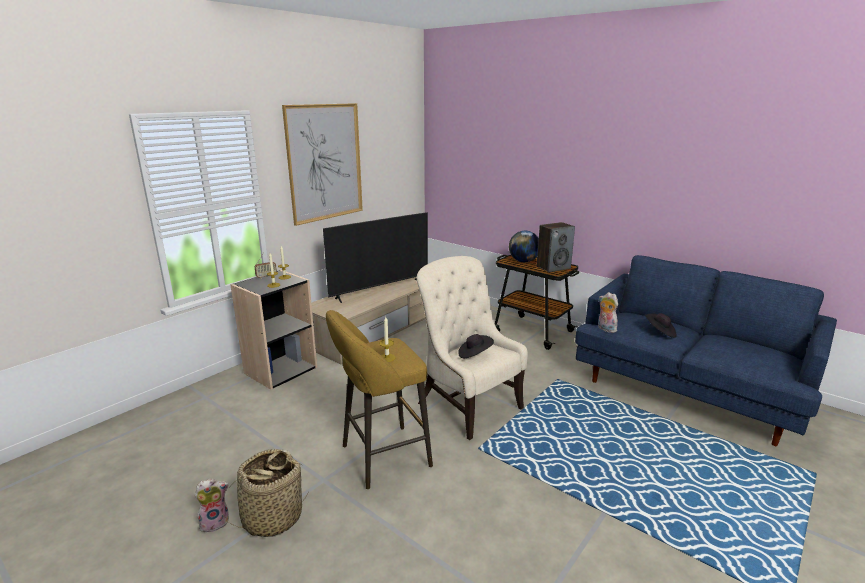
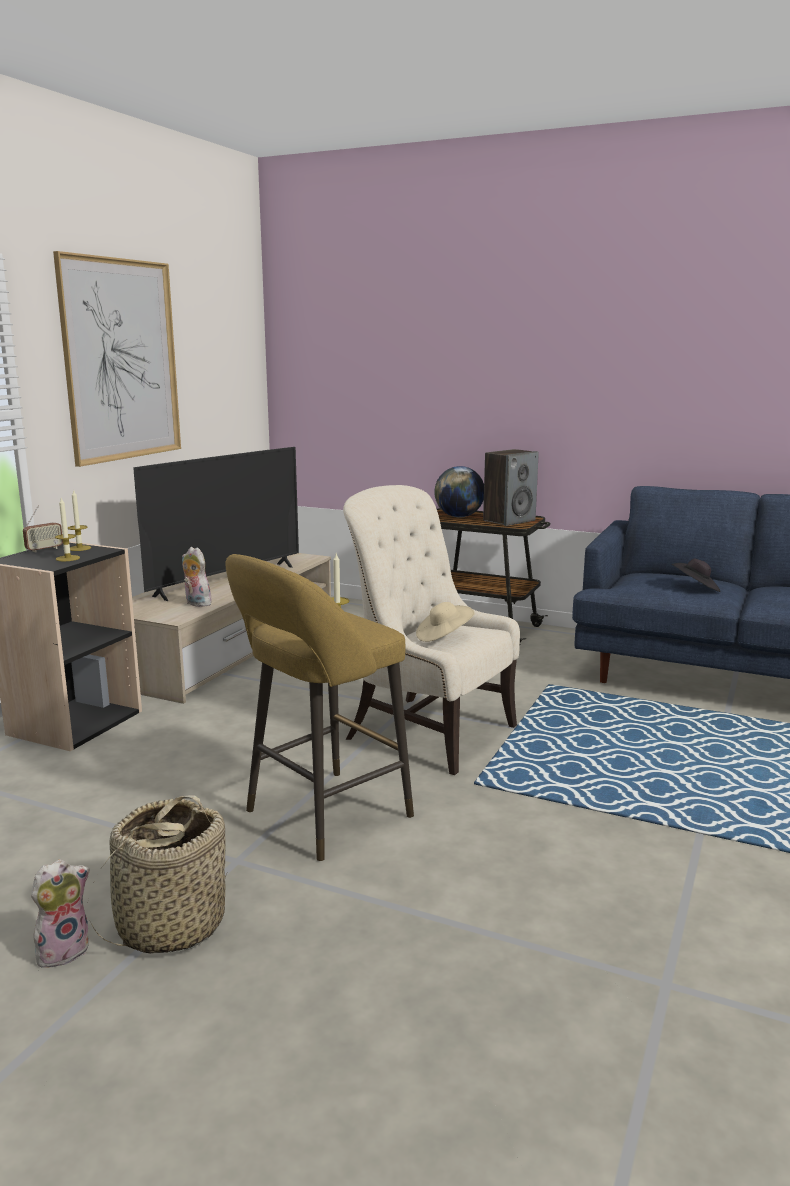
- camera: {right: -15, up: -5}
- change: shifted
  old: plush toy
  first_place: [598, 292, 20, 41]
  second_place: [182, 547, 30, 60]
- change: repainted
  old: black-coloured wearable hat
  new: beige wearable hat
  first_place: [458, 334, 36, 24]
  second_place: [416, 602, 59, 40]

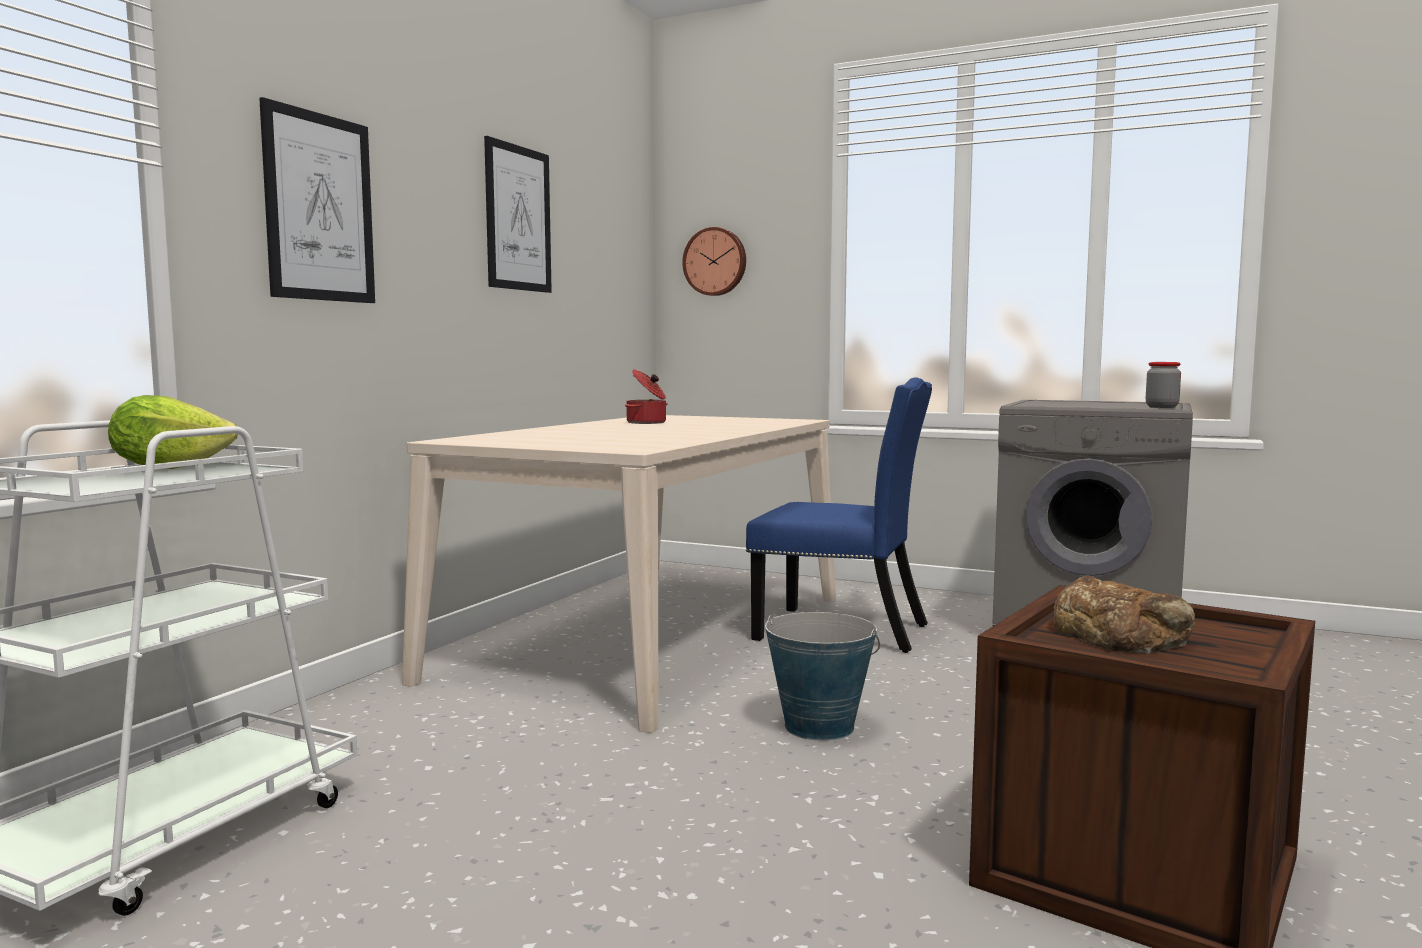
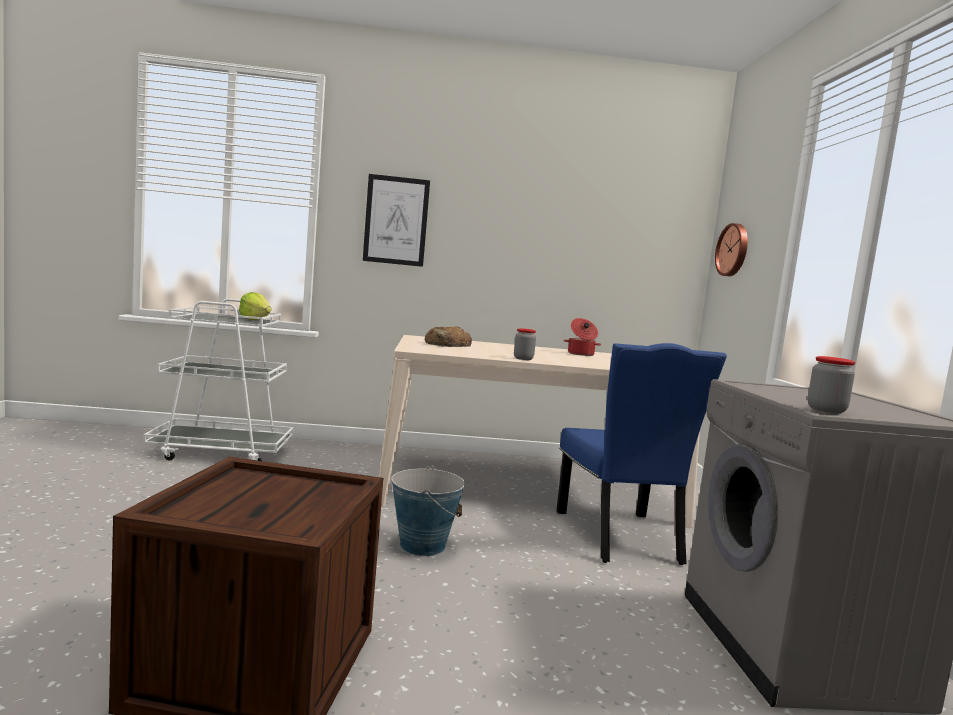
- camera: {right: 60, up: 0}
- change: shifted
  old: baked bread
  first_place: [1054, 575, 141, 78]
  second_place: [425, 327, 47, 20]
- change: new
  new: preserve jar
  second_place: [514, 328, 22, 32]
- change: gone
  old: wall art
  first_place: [484, 136, 68, 157]

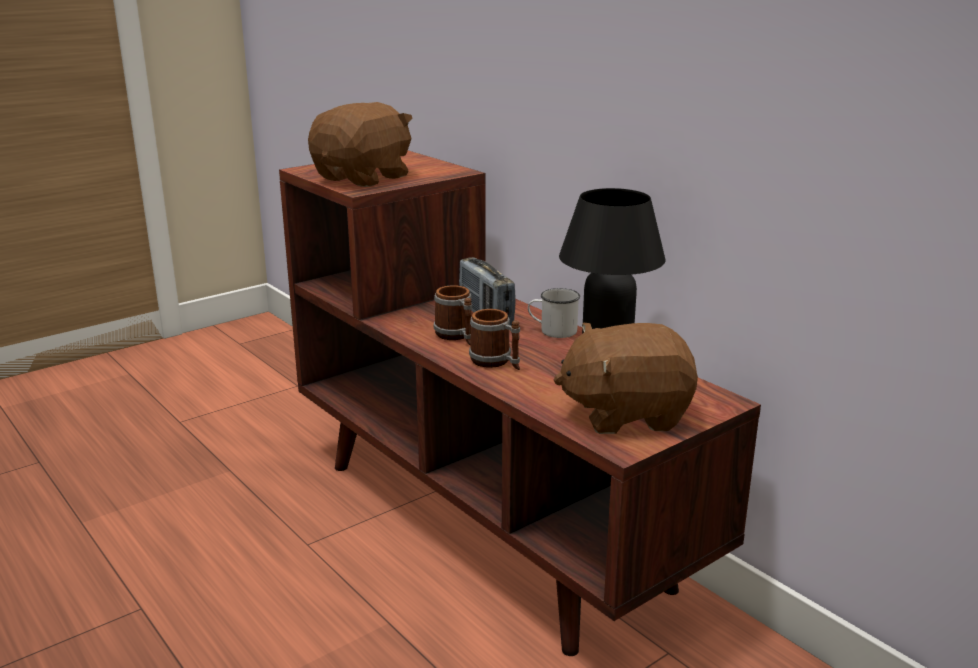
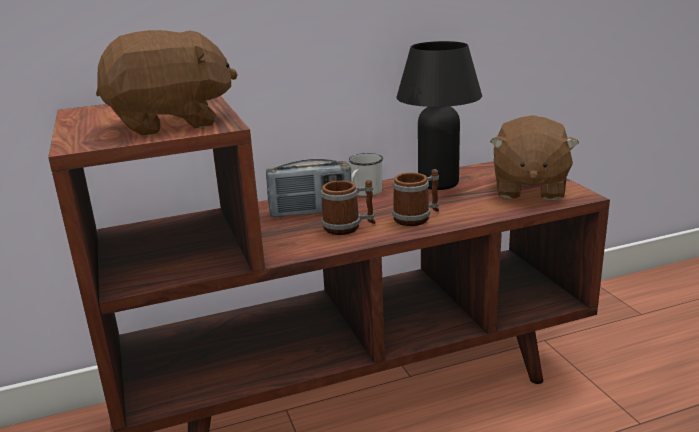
- camera: {right: -70, up: 0}
- change: rotated
  old: brownish plush toy
  first_place: [308, 102, 105, 85]
  second_place: [96, 30, 142, 106]
  degrees: 105

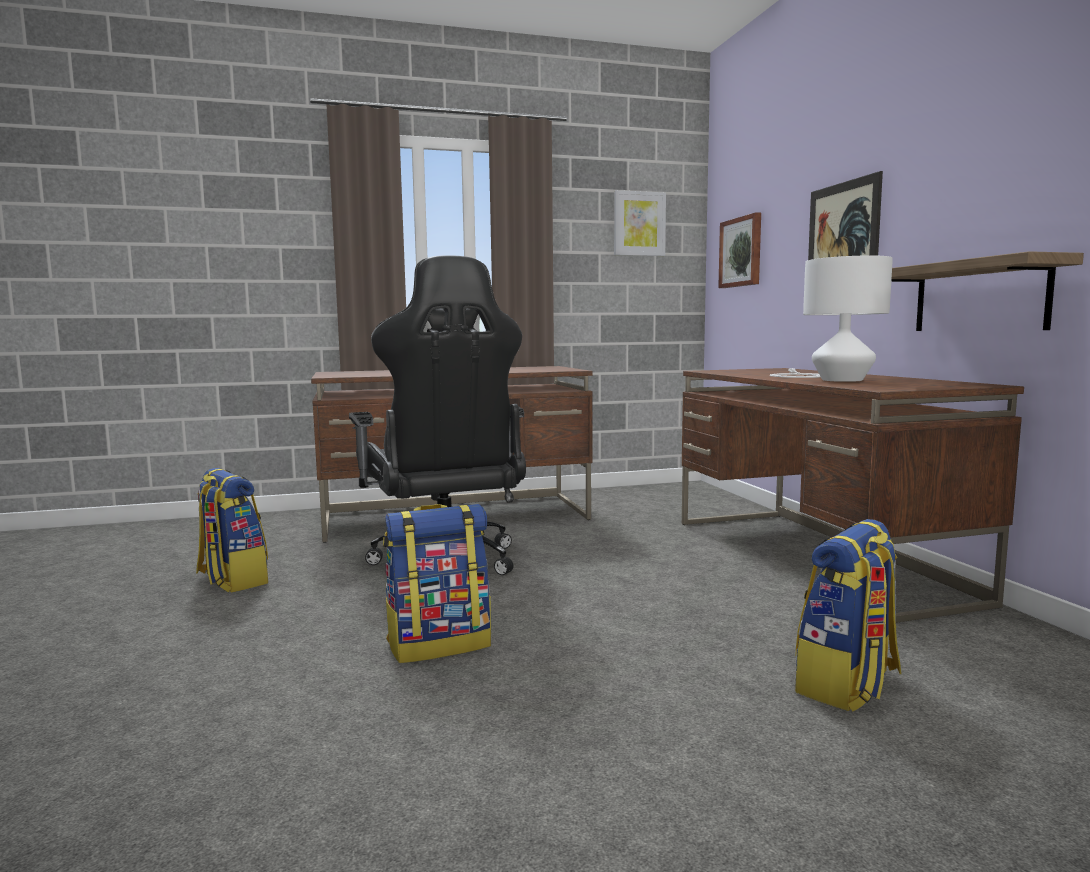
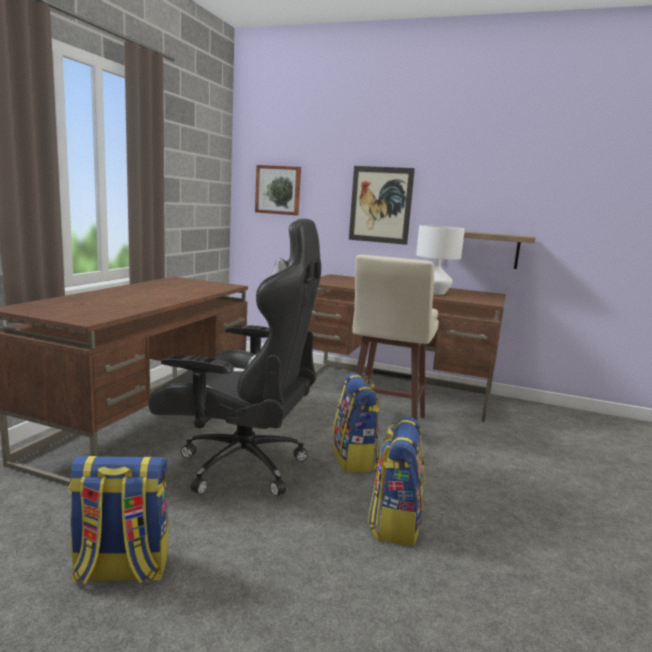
- camera: {right: -55, up: 5}
- change: shifted
  old: rucksack
  first_place: [795, 519, 107, 193]
  second_place: [332, 373, 48, 99]
- change: new
  new: beige stool seat
  second_place: [352, 255, 87, 166]
- change: gone
  old: wall art
  first_place: [614, 190, 52, 66]

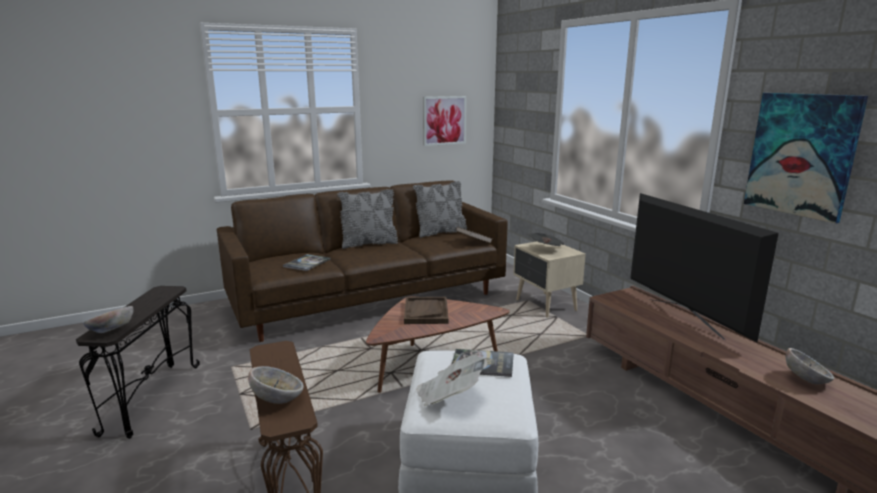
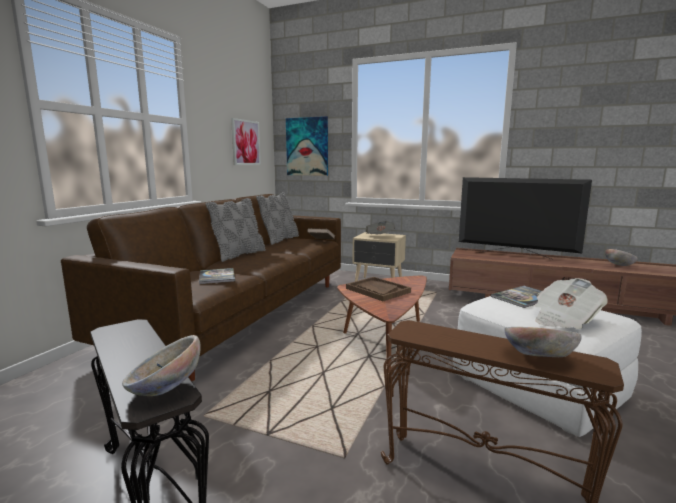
- camera: {right: -40, up: -5}
- change: shifted
  old: wall art
  first_place: [744, 93, 124, 131]
  second_place: [286, 116, 42, 60]

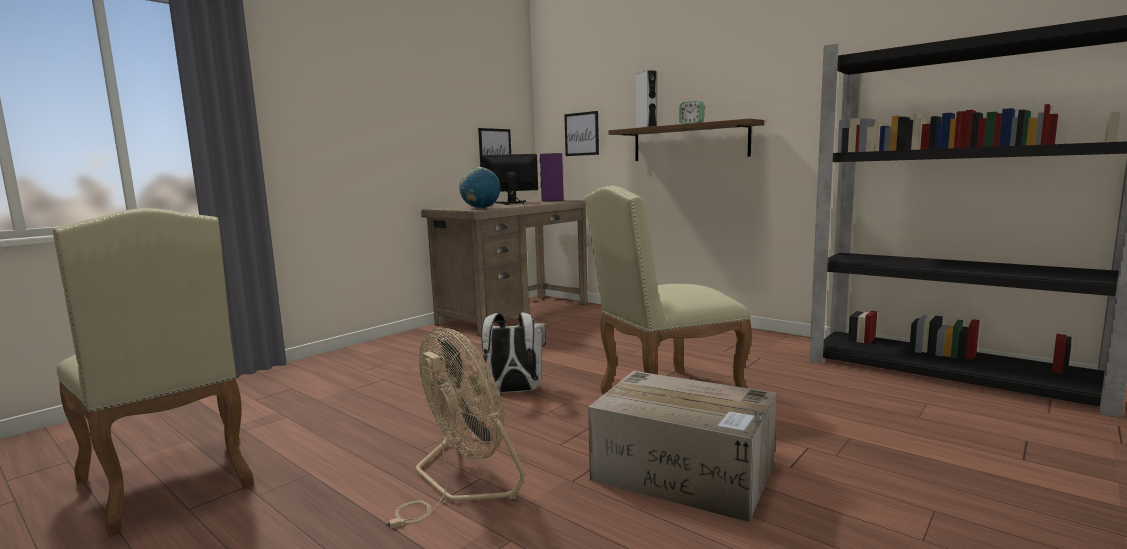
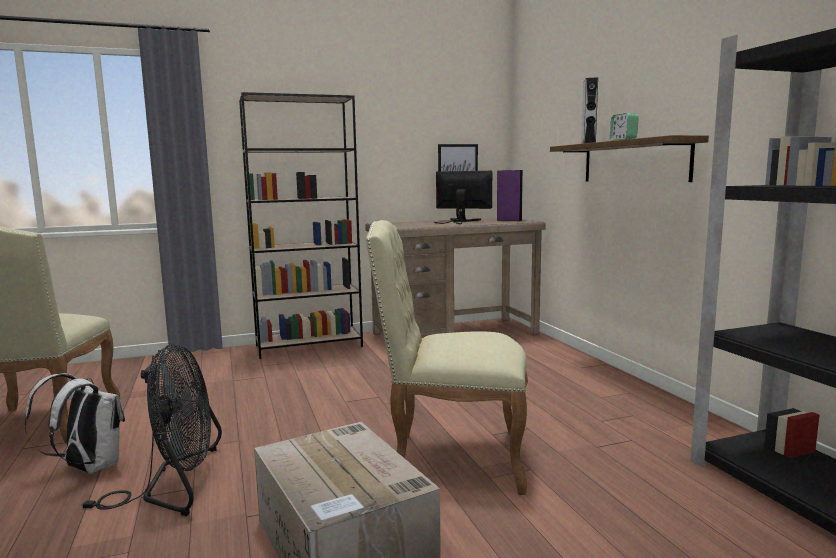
- camera: {right: 30, up: 0}
- change: shifted
  old: white-coloured rucksack
  first_place: [481, 312, 65, 81]
  second_place: [25, 373, 100, 101]
- change: repainted
  old: beige fan
  new: black-coloured fan
  first_place: [386, 328, 139, 201]
  second_place: [81, 344, 141, 172]
- change: new
  new: beige bookcase
  second_place: [239, 92, 124, 267]
- change: gone
  old: world globe
  first_place: [459, 167, 41, 42]
- change: gone
  old: wall art
  first_place: [564, 111, 35, 45]

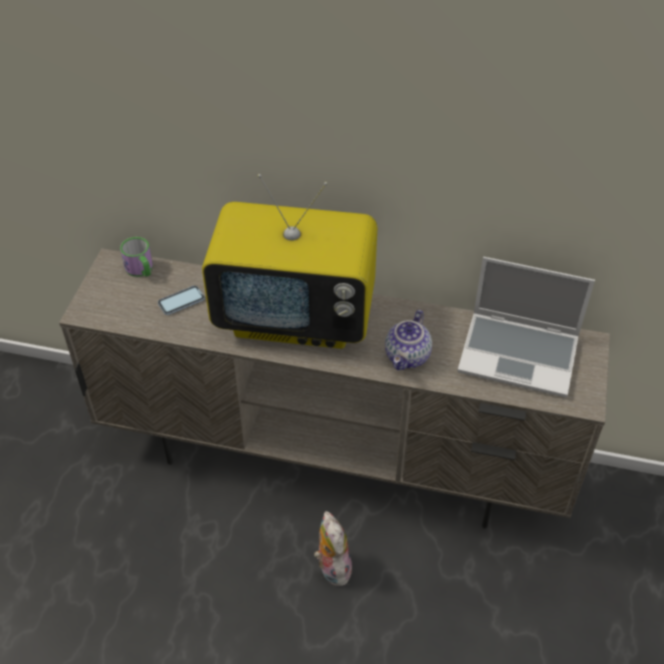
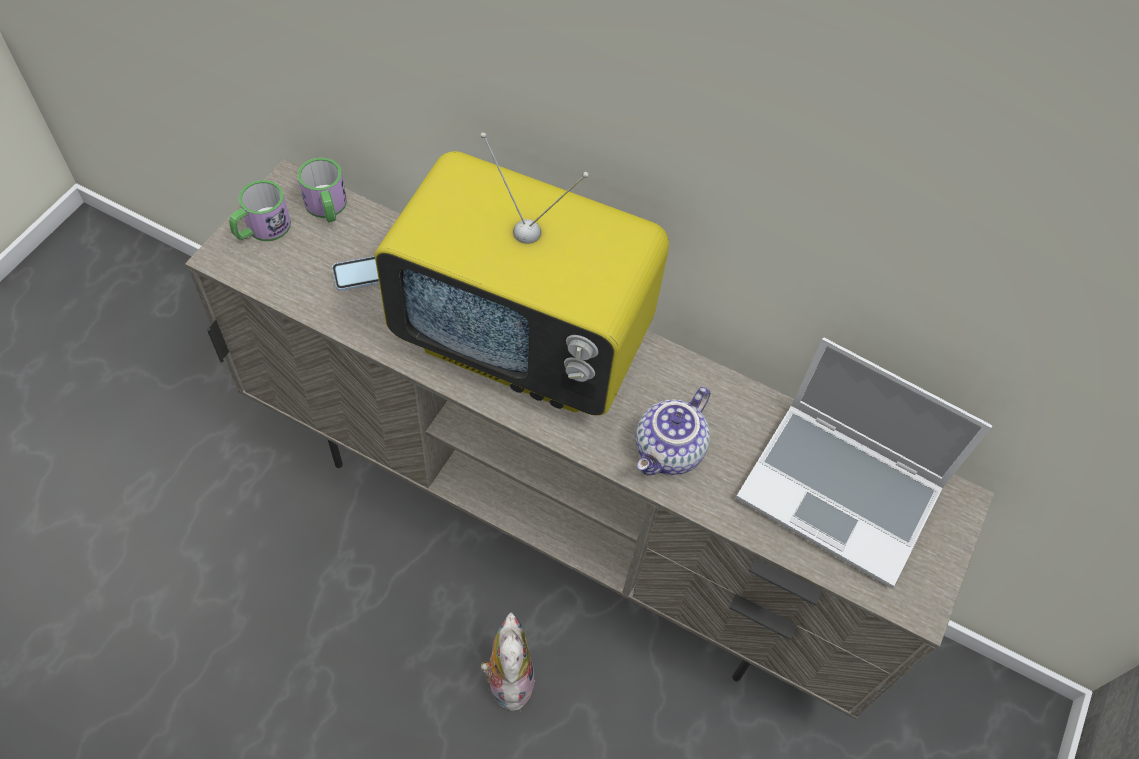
- camera: {right: 10, up: 10}
- change: new
  new: coffee mug
  second_place: [229, 180, 62, 61]

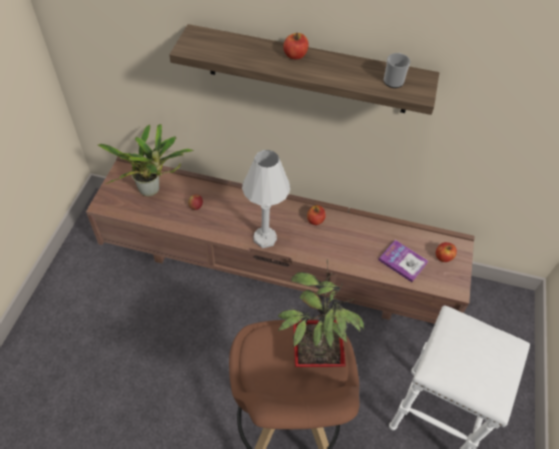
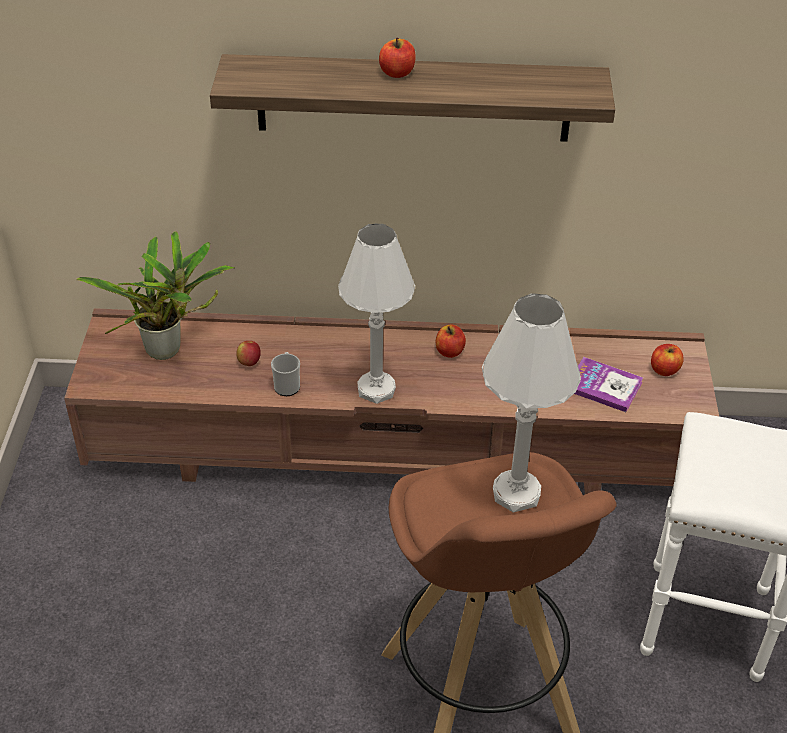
- camera: {right: -10, up: -10}
- change: shifted
  old: coffee mug
  first_place: [384, 53, 26, 35]
  second_place: [271, 352, 29, 44]
- change: swapped
  old: plant in a pot
  new: white-coloured lamp for a table
  first_place: [278, 259, 86, 108]
  second_place: [482, 293, 99, 220]

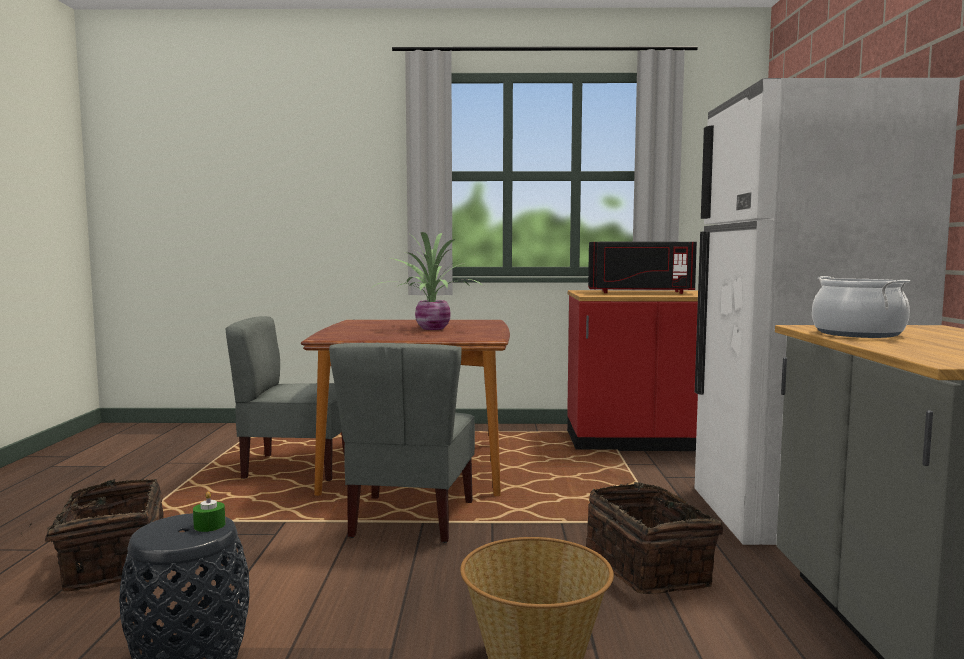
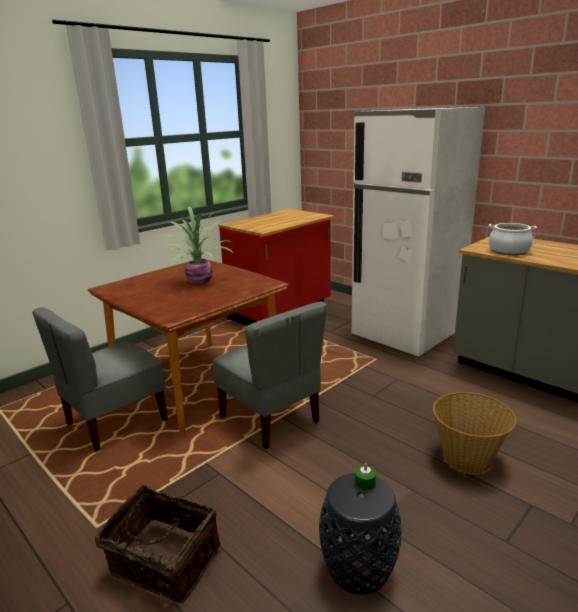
- camera: {right: -45, up: 15}
- change: gone
  old: storage basket
  first_place: [586, 482, 137, 112]
- change: gone
  old: black-coloured kitchen microwave
  first_place: [588, 242, 109, 52]

